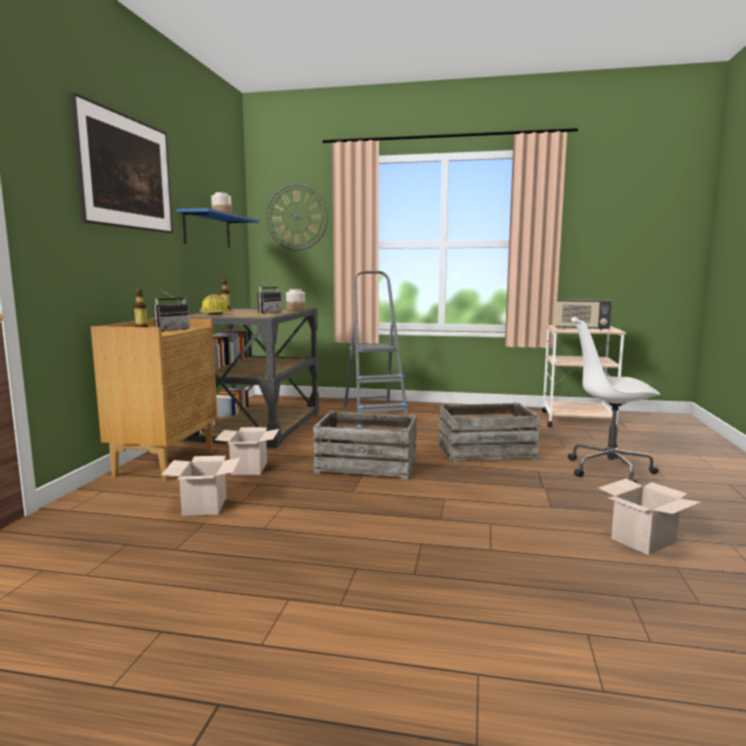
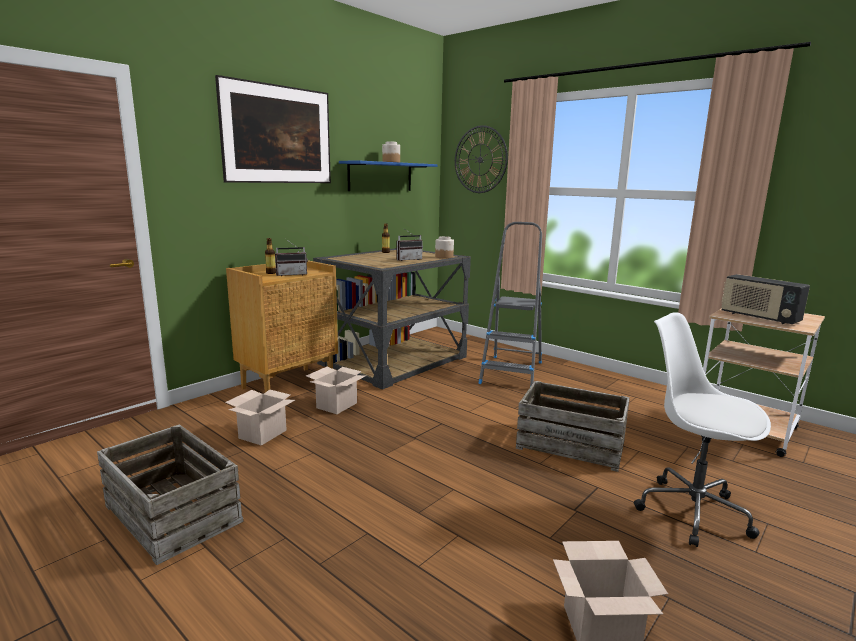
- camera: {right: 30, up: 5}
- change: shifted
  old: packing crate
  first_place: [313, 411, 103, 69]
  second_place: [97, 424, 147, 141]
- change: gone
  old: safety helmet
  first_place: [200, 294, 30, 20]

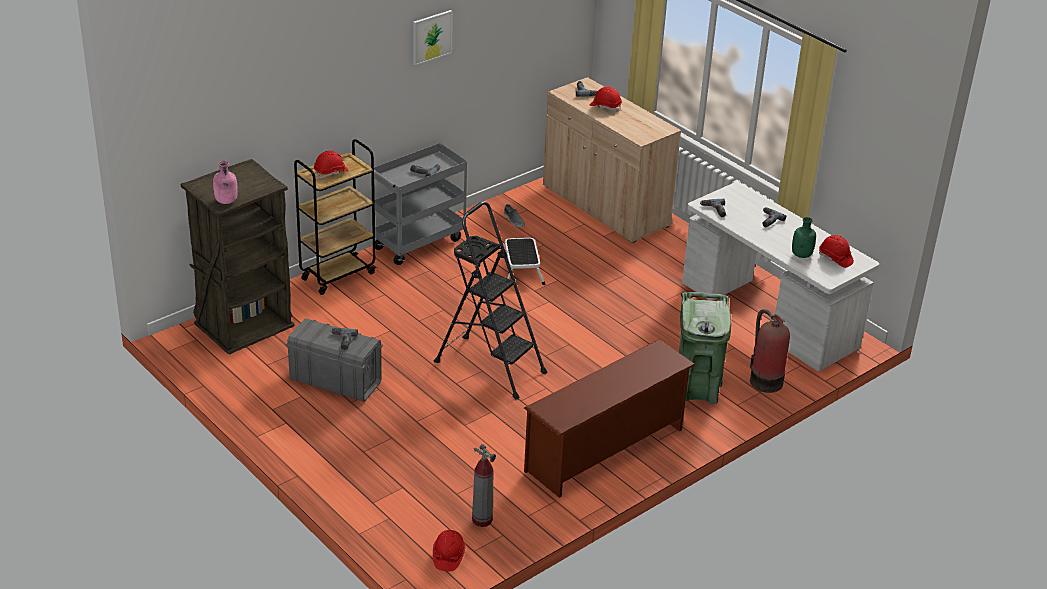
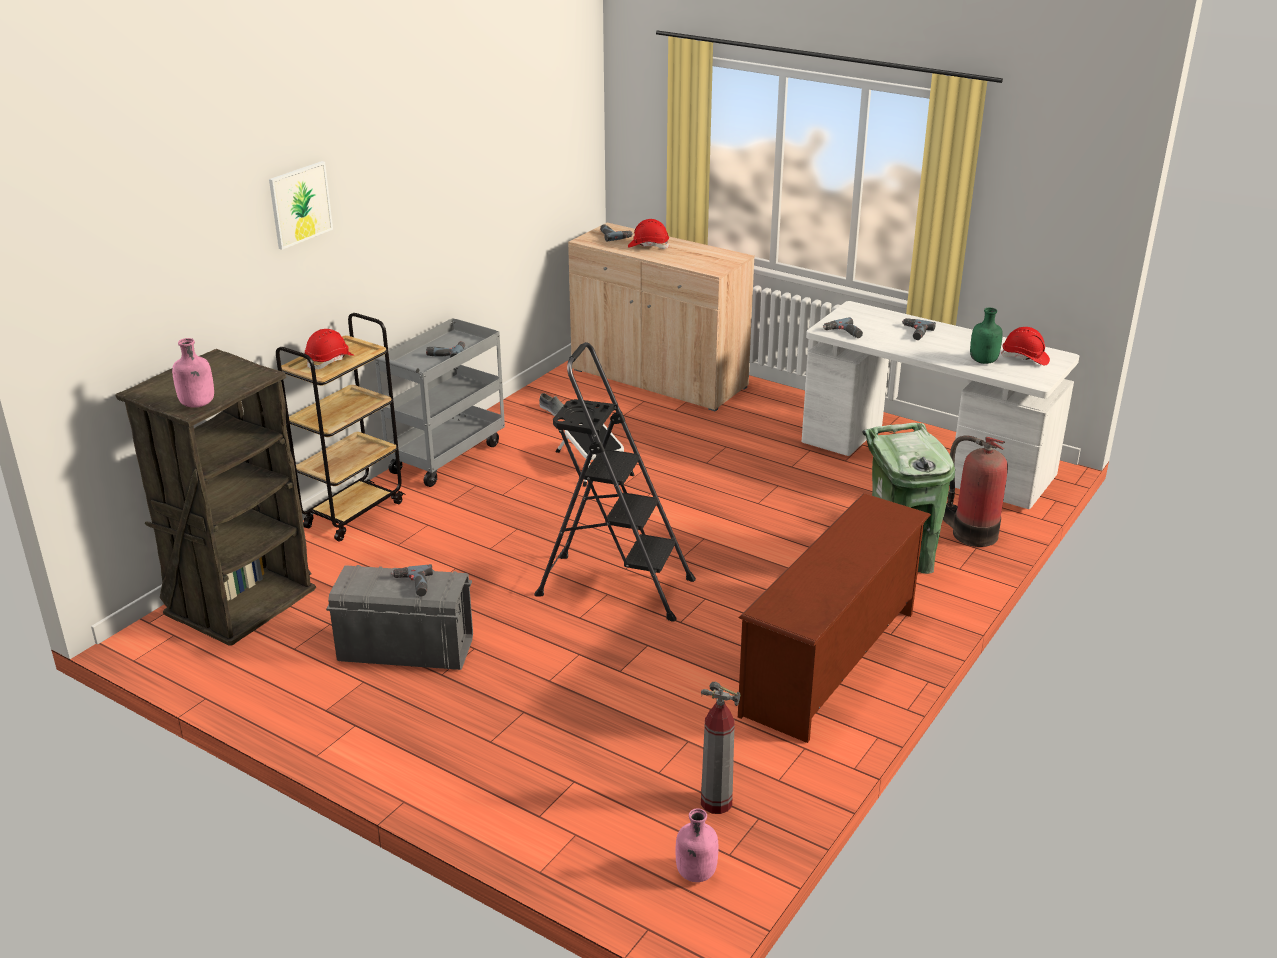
- camera: {right: -15, up: -5}
- change: shifted
  old: wall art
  first_place: [413, 10, 40, 55]
  second_place: [269, 161, 64, 89]
- change: swapped
  old: reddish safety helmet
  new: pink beverage bottle
  first_place: [433, 530, 33, 41]
  second_place: [676, 808, 42, 74]

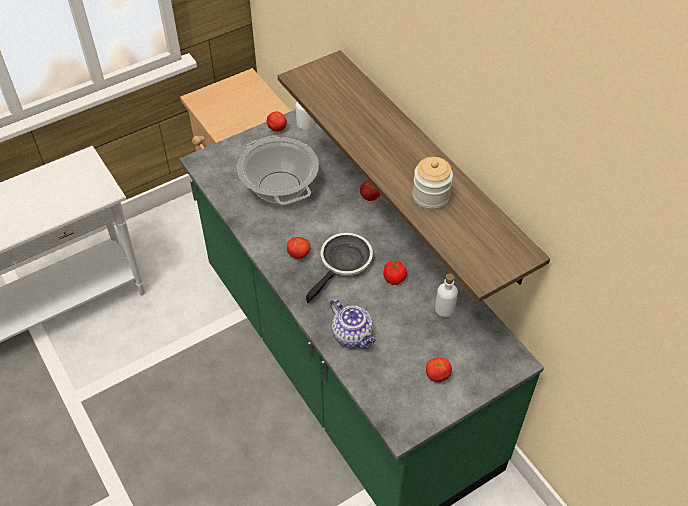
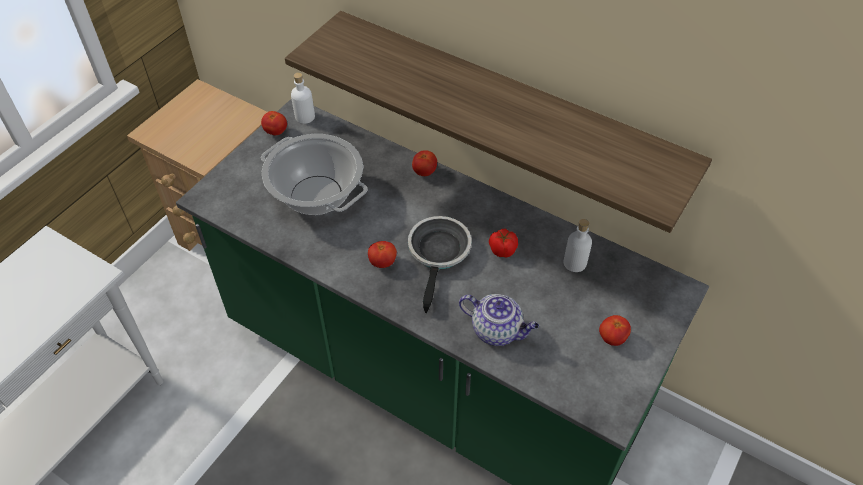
- camera: {right: -25, up: 0}
- change: gone
  old: preserve jar
  first_place: [413, 157, 40, 53]

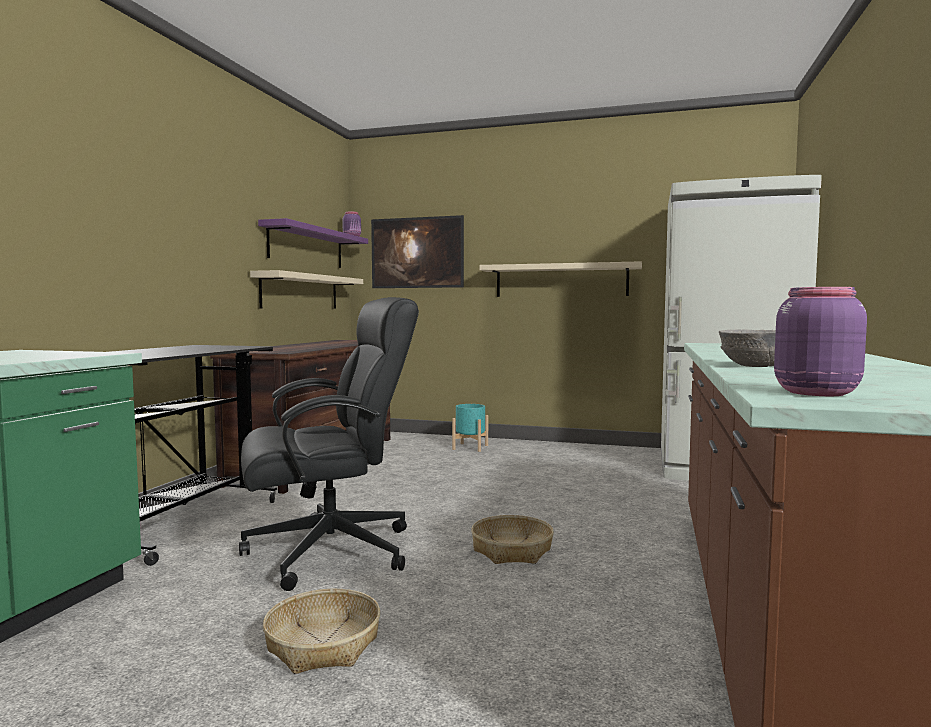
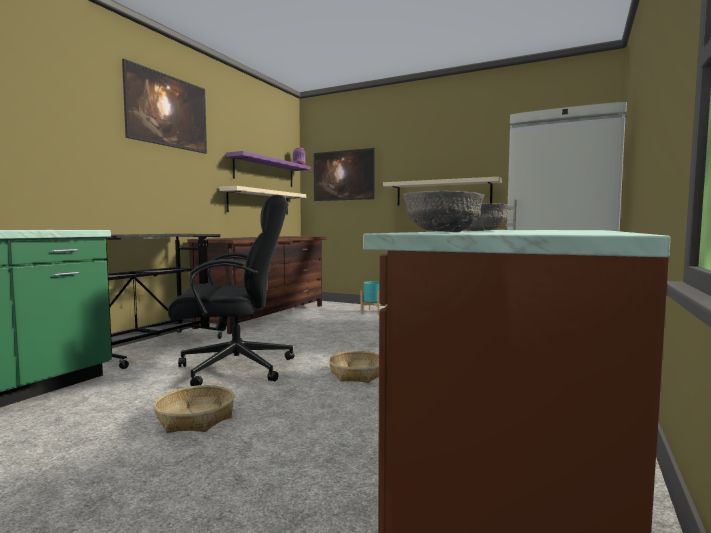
- camera: {right: 10, up: 0}
- change: new
  new: wall art
  second_place: [122, 59, 85, 95]
- change: swapped
  old: purple preserve jar
  new: gray serving bowl
  first_place: [774, 287, 93, 109]
  second_place: [403, 191, 81, 41]

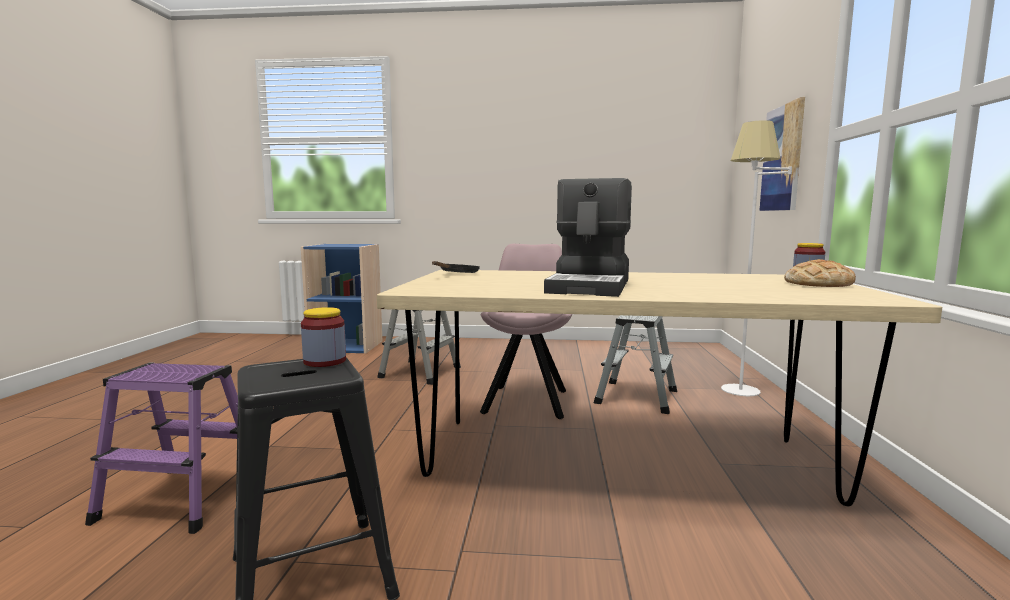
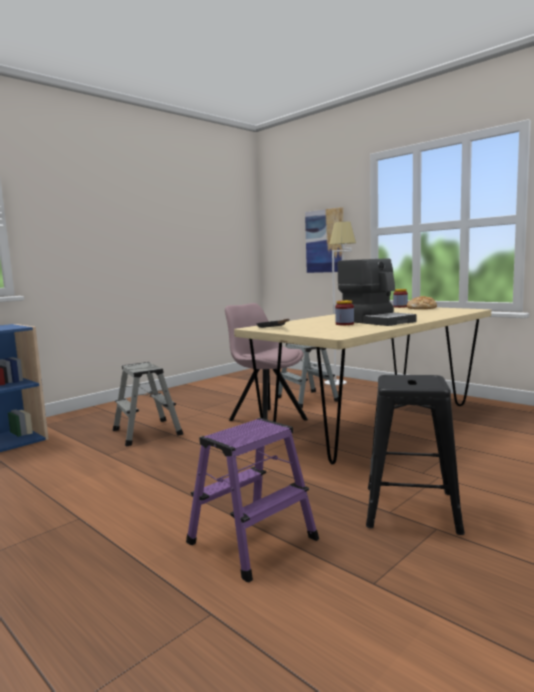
- camera: {right: -50, up: 0}
- change: shifted
  old: preserve jar
  first_place: [301, 307, 45, 60]
  second_place: [335, 300, 19, 25]

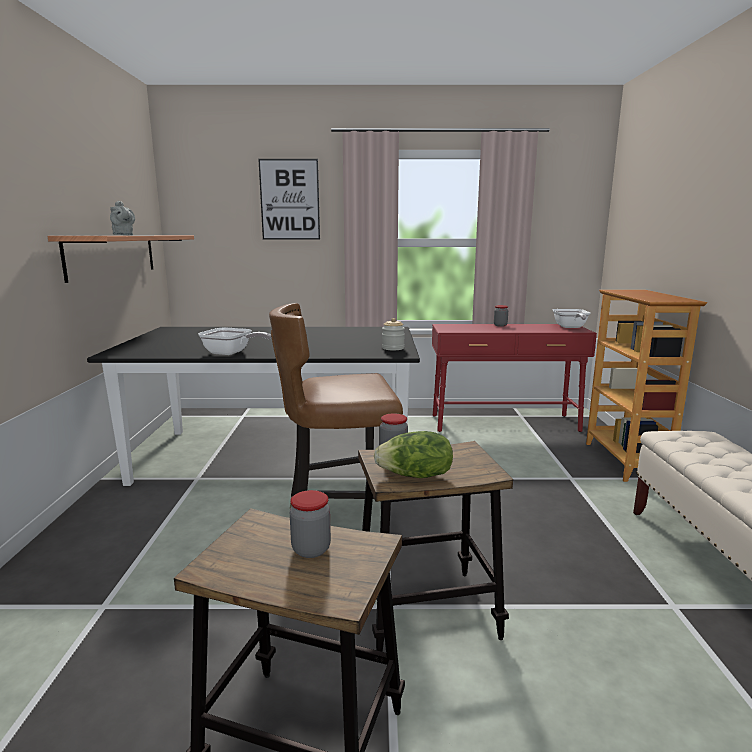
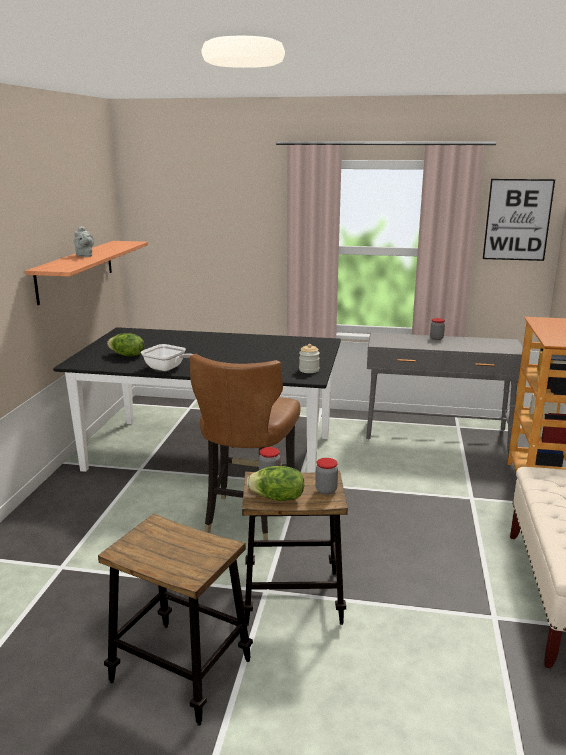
- camera: {right: 10, up: 5}
- change: new
  new: head of lettuce
  second_place: [107, 333, 37, 23]
- change: rotated
  old: brownish plain chair
  first_place: [269, 303, 134, 205]
  second_place: [189, 354, 111, 186]
  degrees: -75
- change: shifted
  old: preserve jar
  first_place: [290, 490, 41, 68]
  second_place: [315, 458, 23, 37]
- change: repainted
  old: reddish narrow table
  new: gray narrow table
  first_place: [432, 324, 165, 108]
  second_place: [366, 332, 157, 117]
- change: shifted
  old: wall art
  first_place: [258, 159, 62, 81]
  second_place: [483, 179, 72, 82]
- change: gone
  old: skillet
  first_place: [552, 309, 38, 19]

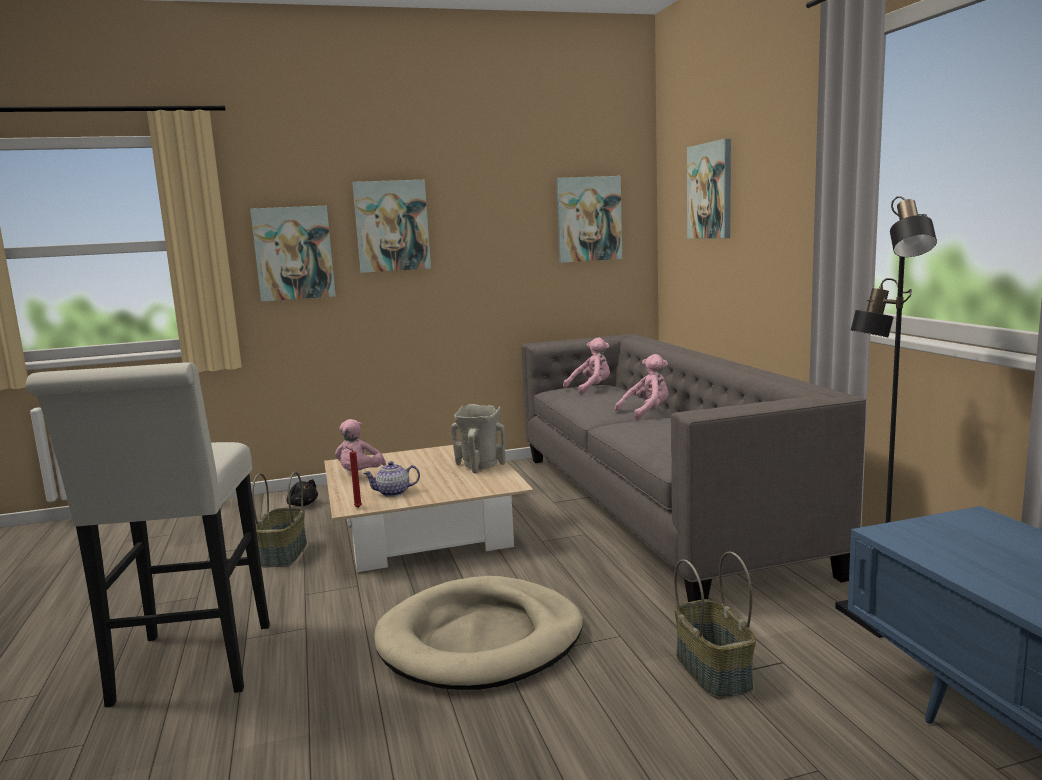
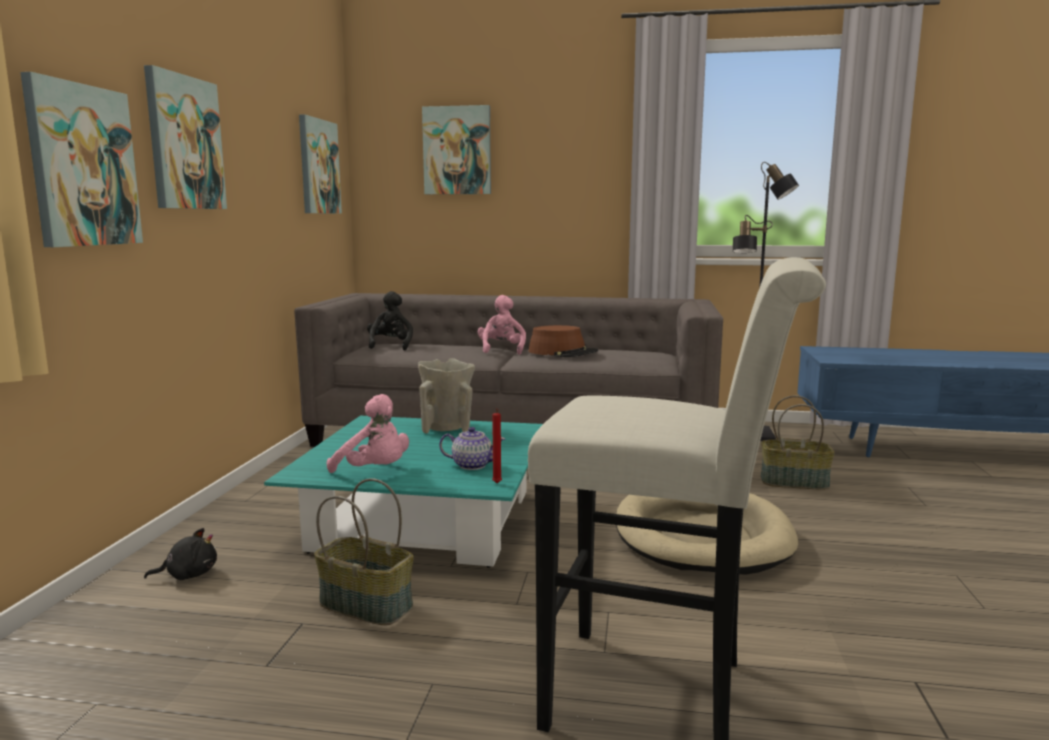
- camera: {right: -65, up: 0}
- change: repainted
  old: beige low table
  new: turquoise low table
  first_place: [324, 445, 210, 127]
  second_place: [264, 416, 279, 152]
- change: repainted
  old: pink plush toy
  new: black-coloured plush toy
  first_place: [563, 338, 47, 57]
  second_place: [367, 291, 46, 59]
- change: rotated
  old: pot for tea
  first_place: [363, 461, 57, 36]
  second_place: [439, 427, 66, 43]
  degrees: -90
- change: new
  new: brownish wearable hat
  second_place: [529, 325, 70, 32]

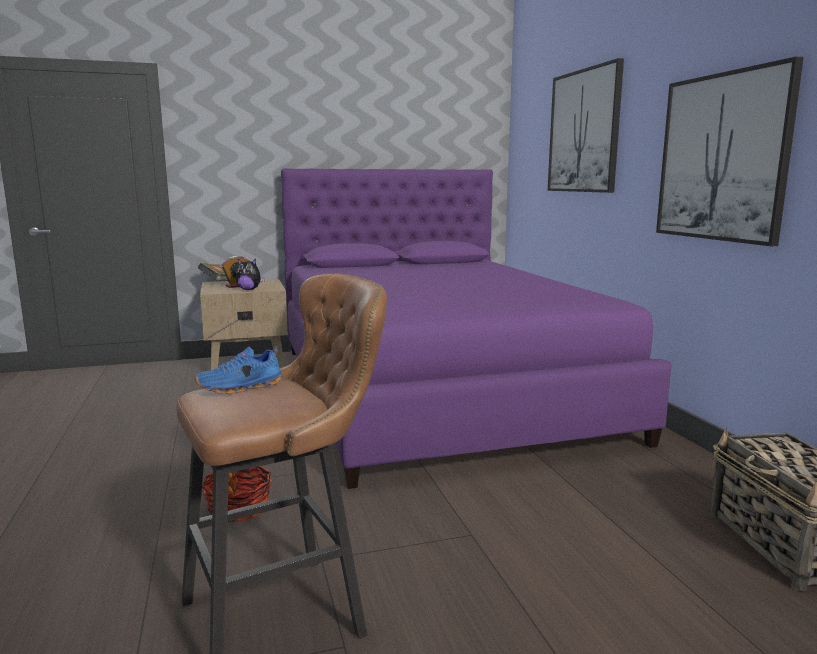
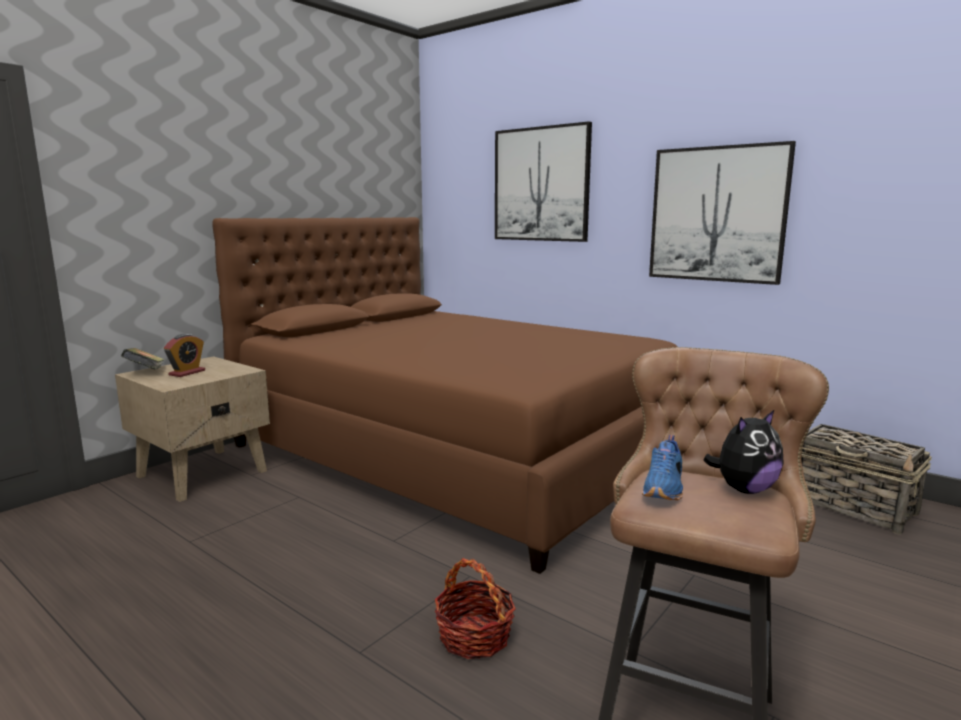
- camera: {right: -35, up: 0}
- change: repainted
  old: purple bed
  new: brownish bed
  first_place: [281, 168, 391, 321]
  second_place: [212, 217, 466, 357]
- change: shifted
  old: plush toy
  first_place: [235, 259, 30, 31]
  second_place: [704, 409, 80, 85]

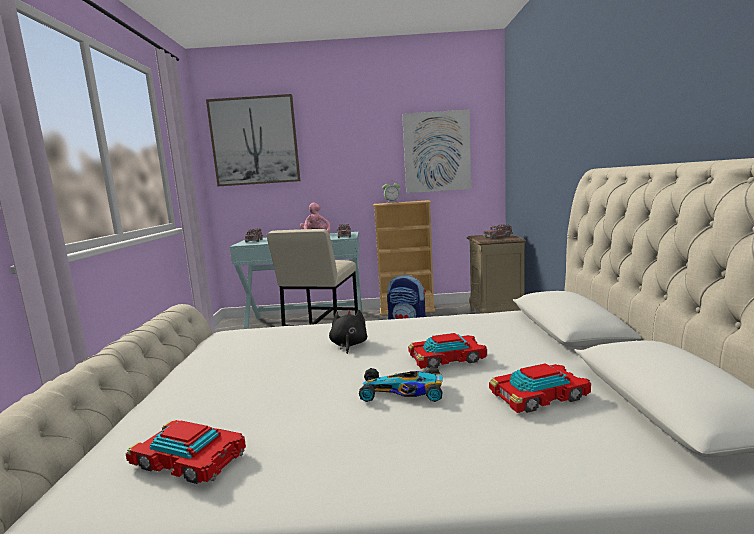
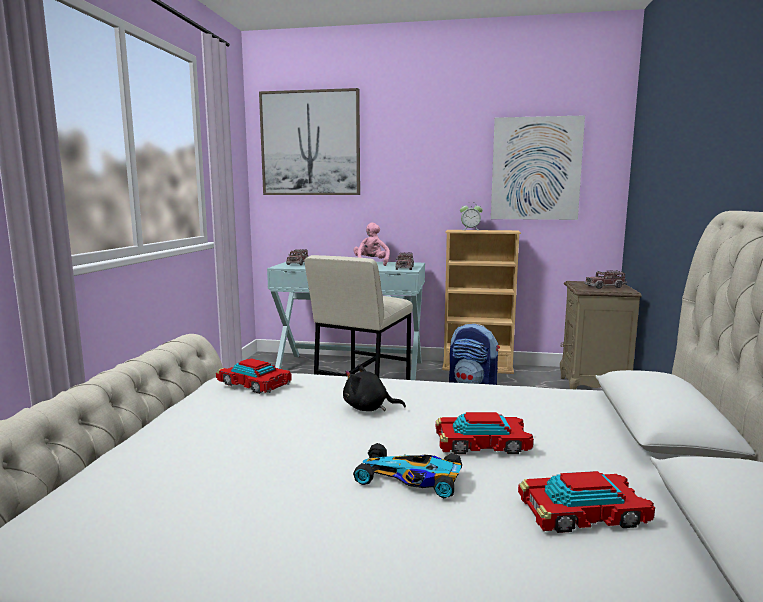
- camera: {right: 10, up: 0}
- change: shifted
  old: model car
  first_place: [126, 420, 120, 64]
  second_place: [216, 358, 76, 36]
- change: rotated
  old: black-coloured plush toy
  first_place: [329, 310, 38, 44]
  second_place: [343, 364, 63, 47]
  degrees: -90

